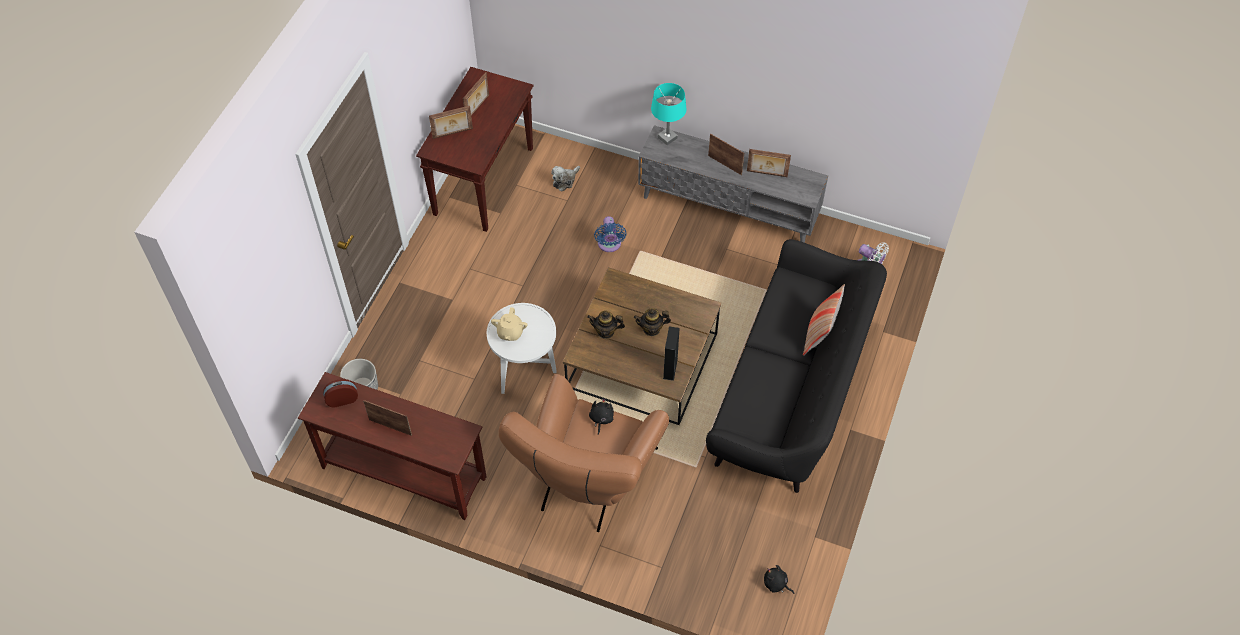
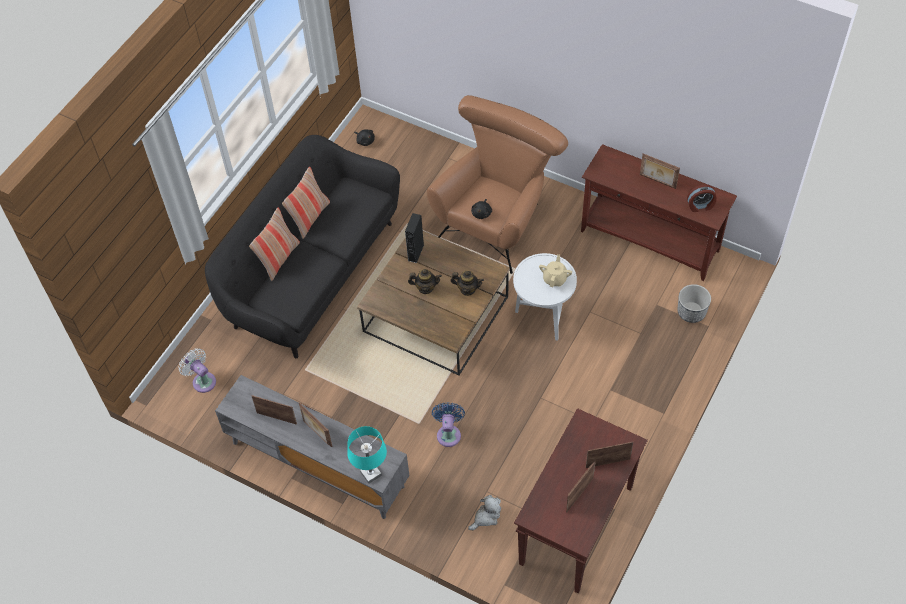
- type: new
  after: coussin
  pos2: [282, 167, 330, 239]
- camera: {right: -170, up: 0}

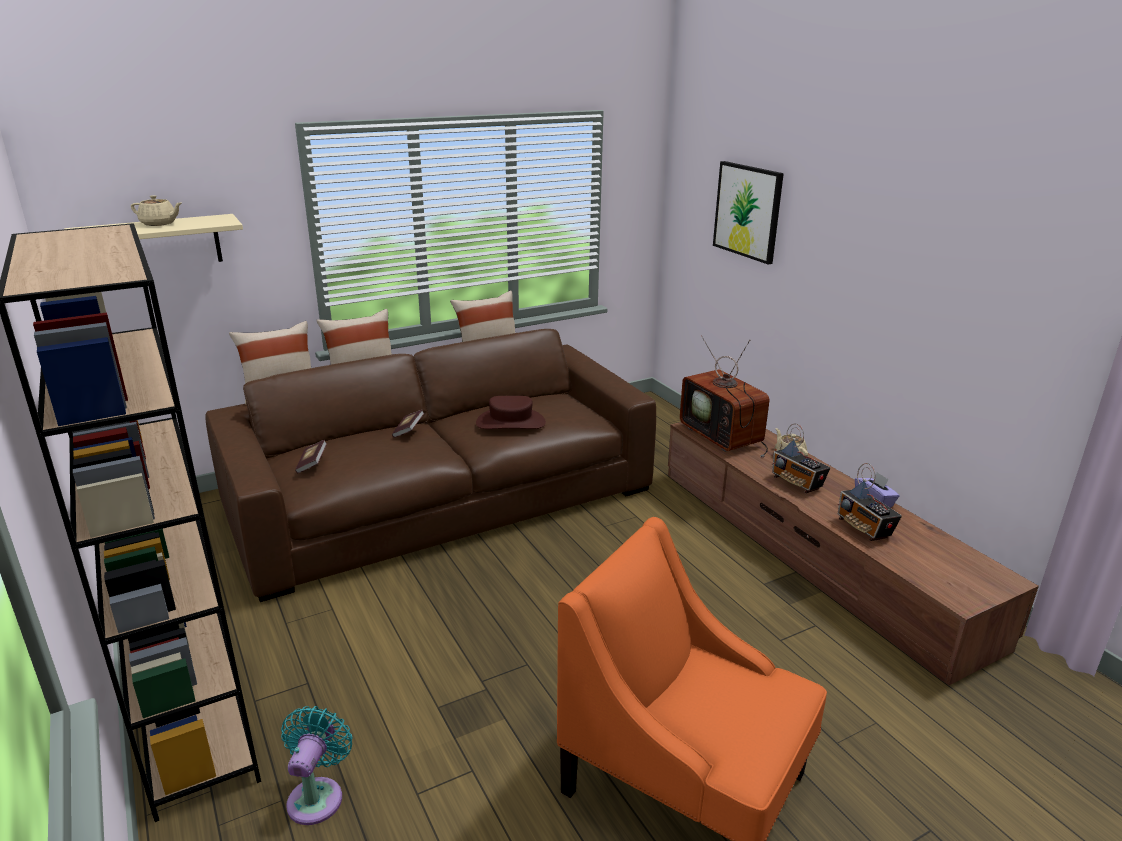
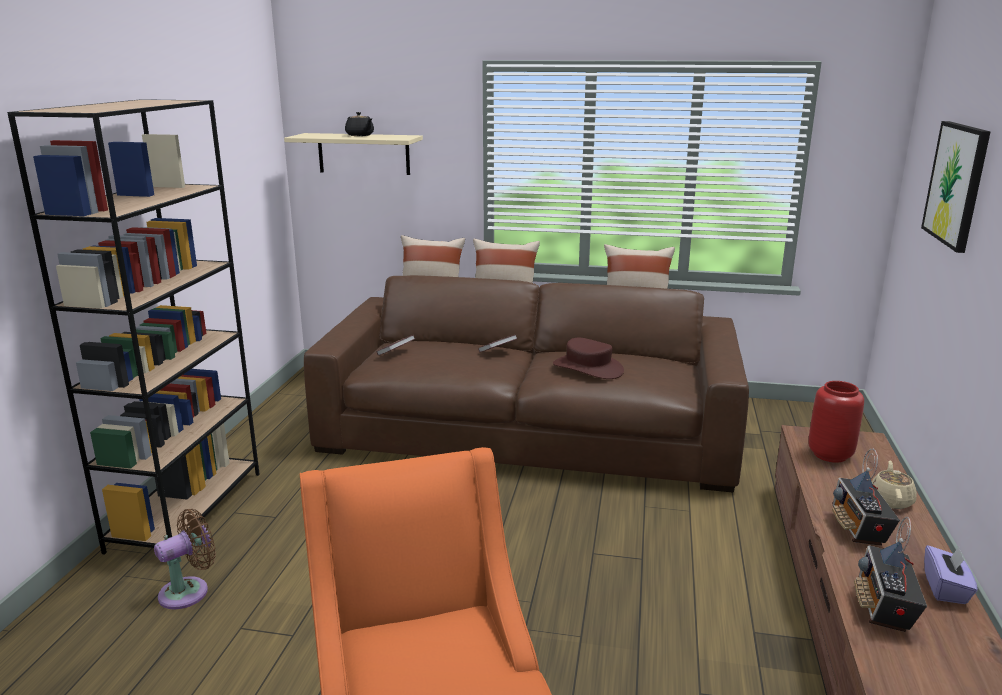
- type: repainted
  before: théière (beige)
  after: théière (noir)
  pos1: [131, 195, 181, 226]
  pos2: [345, 112, 374, 136]
- type: swapped
  before: téléviseur
  after: vase (rouge)
  pos1: [680, 335, 769, 458]
  pos2: [808, 381, 864, 463]
- type: repainted
  before: ventilateur (turquoise)
  after: ventilateur (marron)
  pos1: [281, 706, 352, 825]
  pos2: [154, 509, 216, 609]
- camera: {right: 40, up: -5}

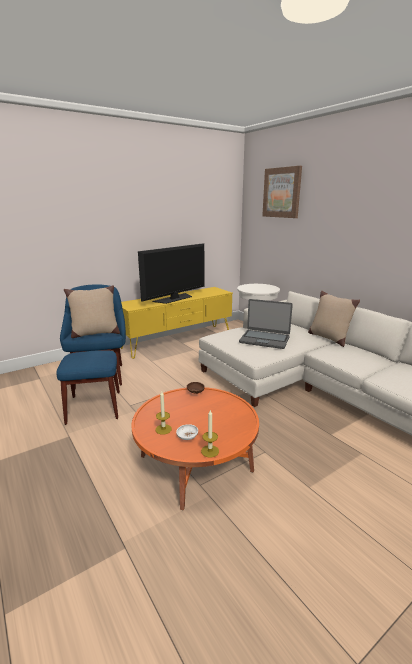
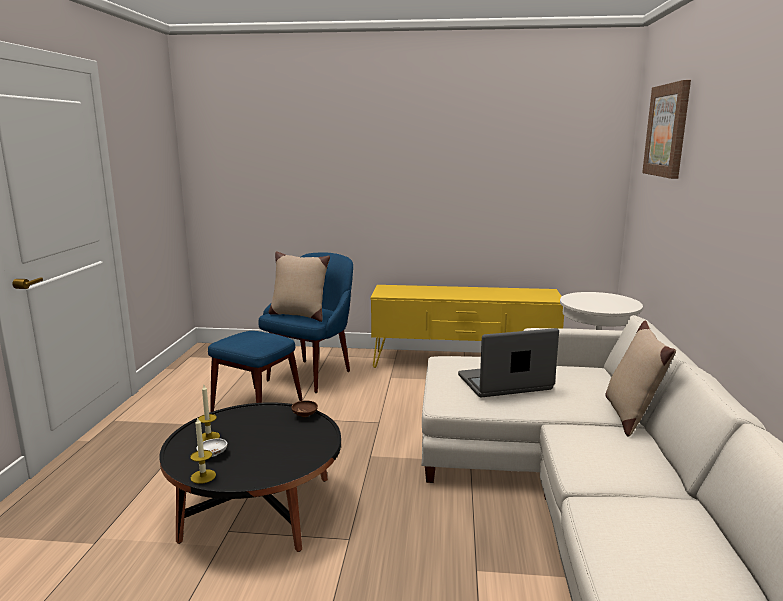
- type: gone
  before: téléviseur
  pos1: [138, 243, 204, 304]
- type: rotated
  before: ordinateur portable
  pos1: [239, 299, 293, 349]
  pos2: [458, 328, 559, 398]
  turn: 105
- type: repainted
  before: table basse (orange)
  after: table basse (noir)
  pos1: [131, 387, 259, 510]
  pos2: [159, 402, 341, 552]
- camera: {right: 40, up: -5}

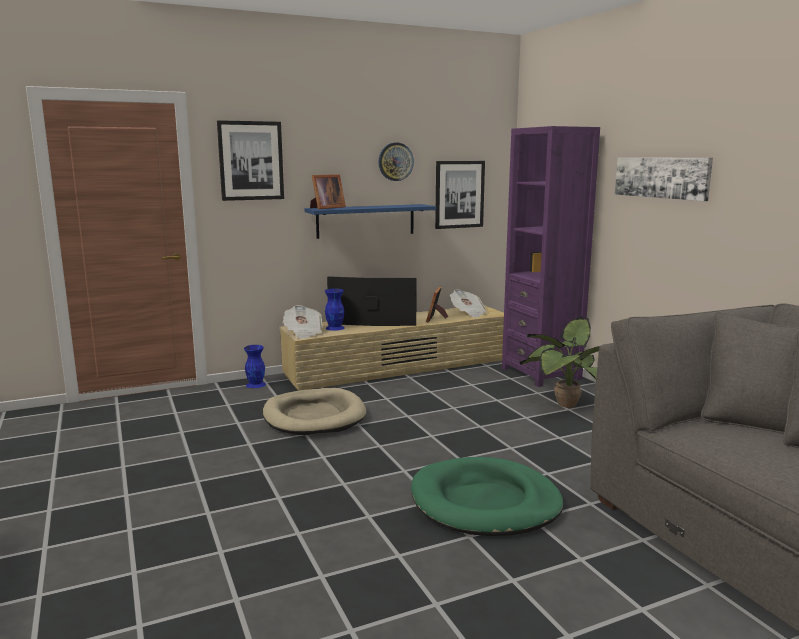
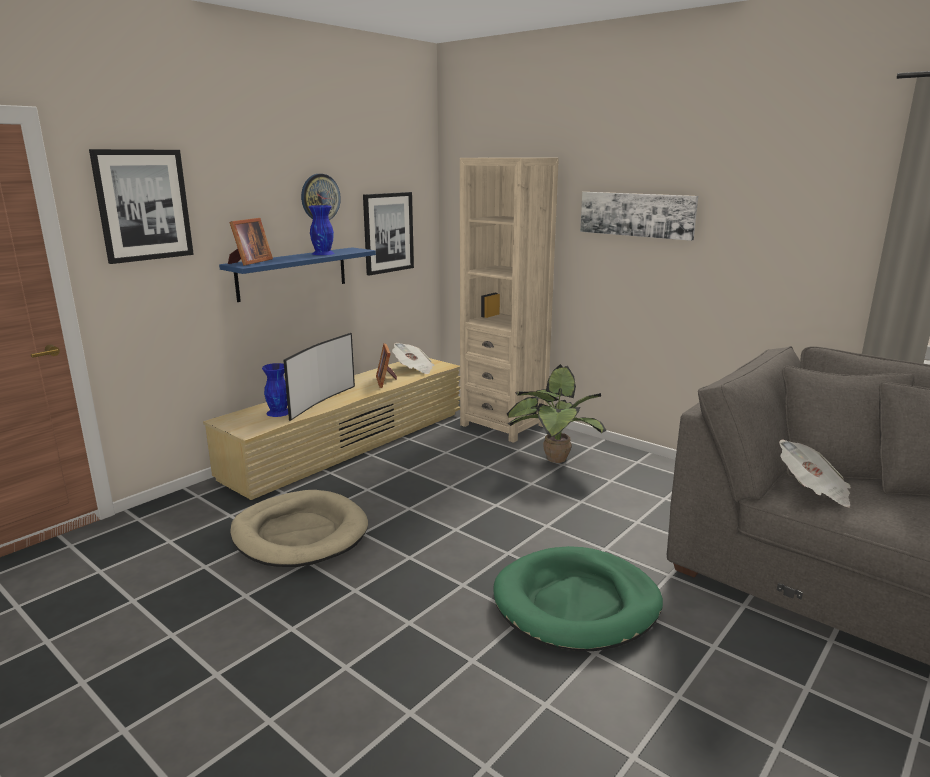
- type: repainted
  before: bibliothèque (violet)
  after: bibliothèque (beige)
  pos1: [502, 126, 600, 387]
  pos2: [460, 158, 559, 443]
- type: rotated
  before: téléviseur
  pos1: [327, 276, 417, 326]
  pos2: [283, 333, 355, 421]
  turn: 135
- type: shifted
  before: journal
  pos1: [282, 305, 323, 339]
  pos2: [779, 440, 851, 507]
- type: shifted
  before: vase (bleu)
  pos1: [244, 345, 266, 388]
  pos2: [308, 205, 335, 255]
- camera: {right: -25, up: 5}

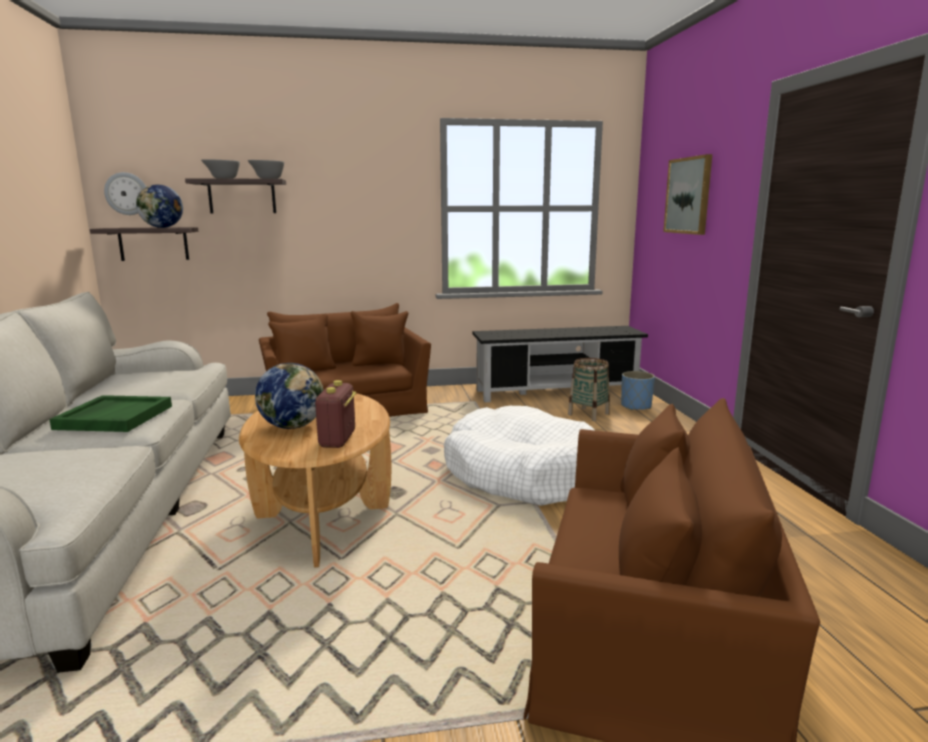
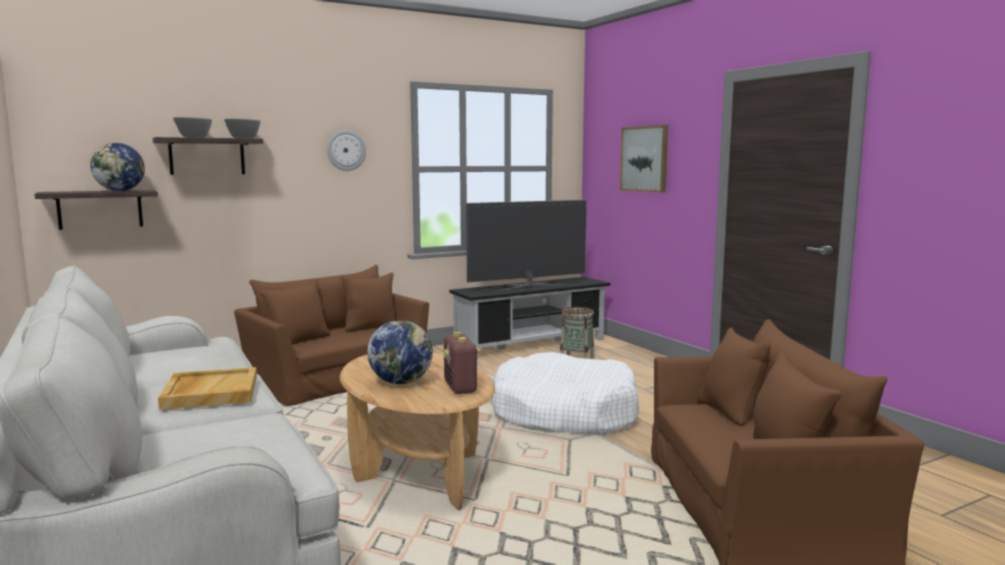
- type: shifted
  before: horloge murale
  pos1: [104, 172, 146, 215]
  pos2: [327, 130, 366, 171]
- type: gone
  before: cache-pot (bleu)
  pos1: [621, 371, 655, 410]
- type: repainted
  before: plateau (vert)
  after: plateau (beige)
  pos1: [49, 395, 172, 432]
  pos2: [158, 367, 257, 410]
- type: new
  after: téléviseur
  pos2: [466, 200, 587, 292]
- camera: {right: -20, up: -5}

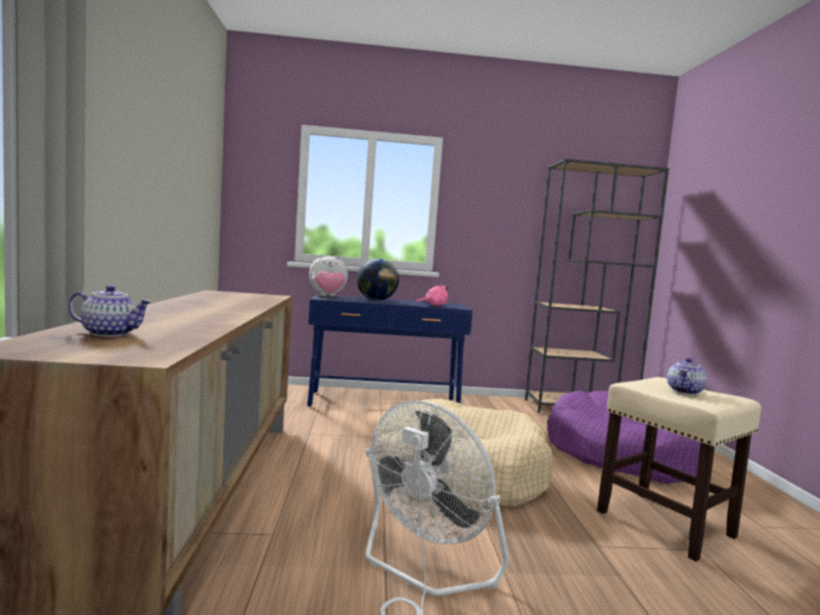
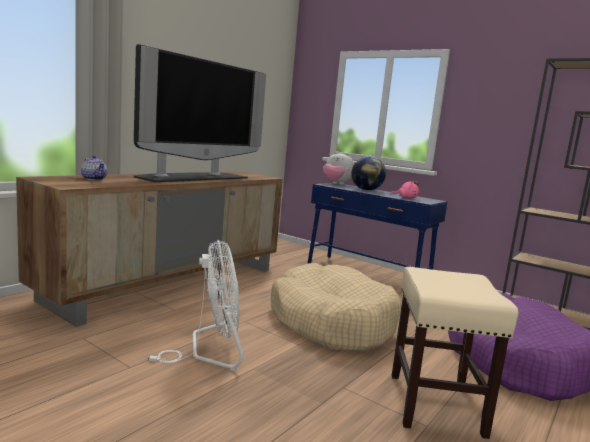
- type: gone
  before: théière
  pos1: [667, 358, 707, 395]
- type: new
  after: téléviseur
  pos2: [133, 44, 266, 182]
- camera: {right: 40, up: 5}

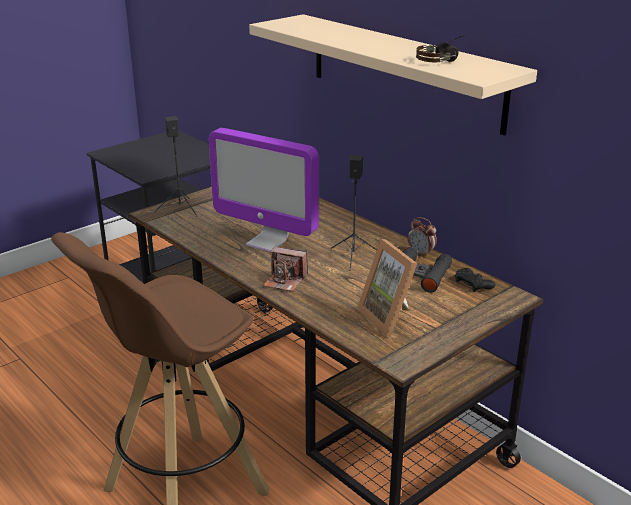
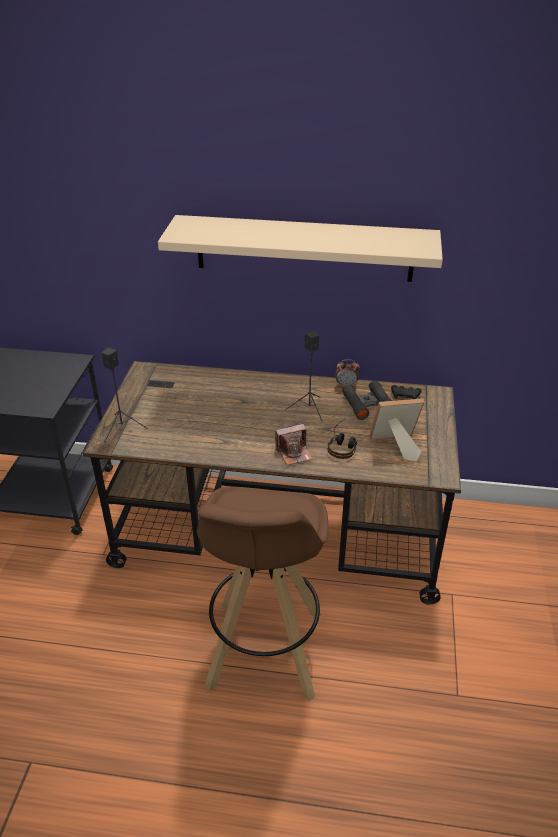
- type: shifted
  before: casque audio
  pos1: [416, 35, 465, 62]
  pos2: [328, 419, 358, 459]
- type: gone
  before: écran d'ordinateur
  pos1: [209, 128, 319, 252]
- type: rotated
  before: cadre photo
  pos1: [357, 239, 417, 336]
  pos2: [369, 398, 424, 462]
  turn: 150
- camera: {right: -40, up: 10}

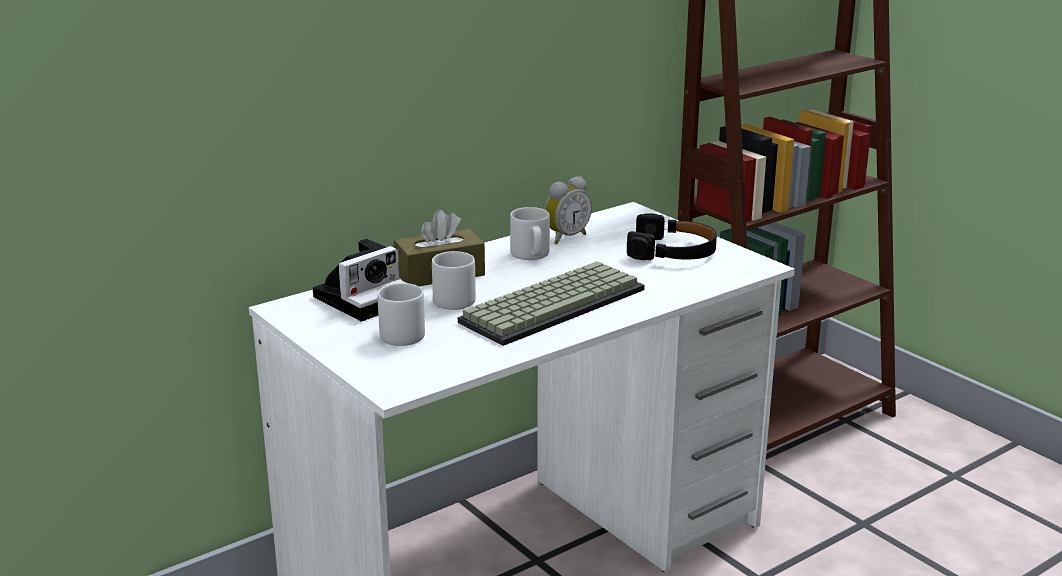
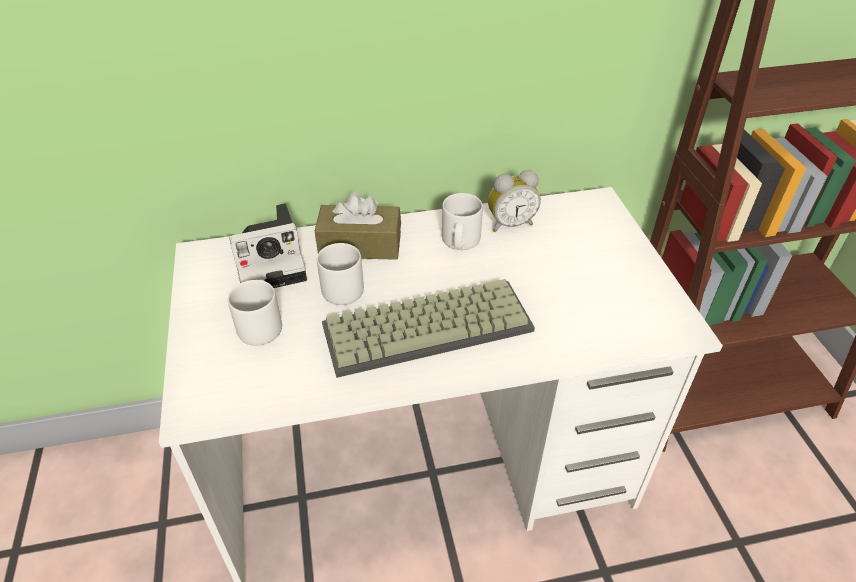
- type: gone
  before: casque audio (noir)
  pos1: [627, 213, 717, 260]
- camera: {right: 25, up: 20}

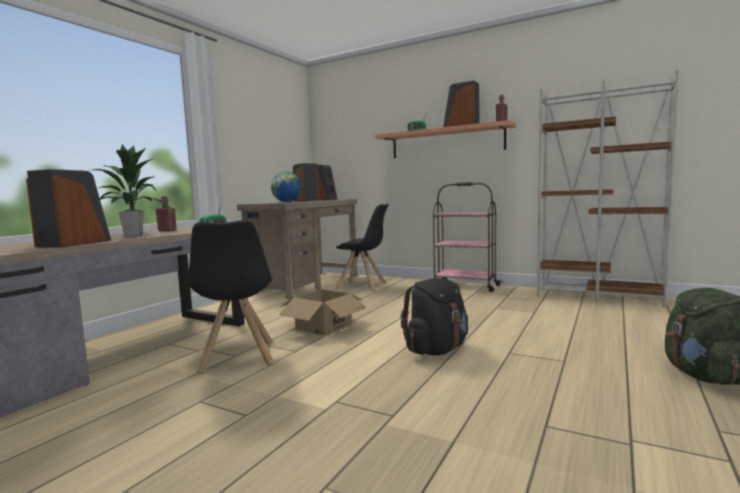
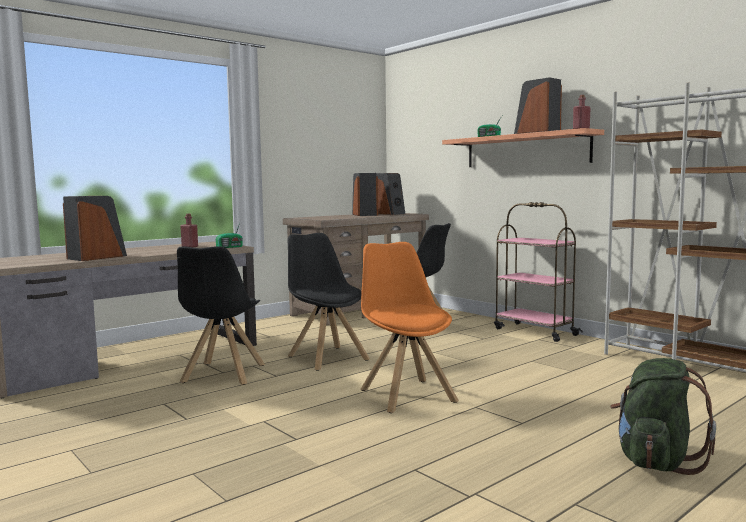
- type: gone
  before: plante en pot
  pos1: [94, 144, 173, 236]
- type: gone
  before: globe
  pos1: [271, 171, 302, 203]
- type: swapped
  before: sac à dos (noir)
  after: chaise (orange)
  pos1: [401, 278, 468, 355]
  pos2: [360, 242, 459, 413]
- type: swapped
  before: carton
  after: chaise (noir)
  pos1: [279, 289, 367, 336]
  pos2: [287, 233, 370, 371]
- camera: {right: 20, up: 0}

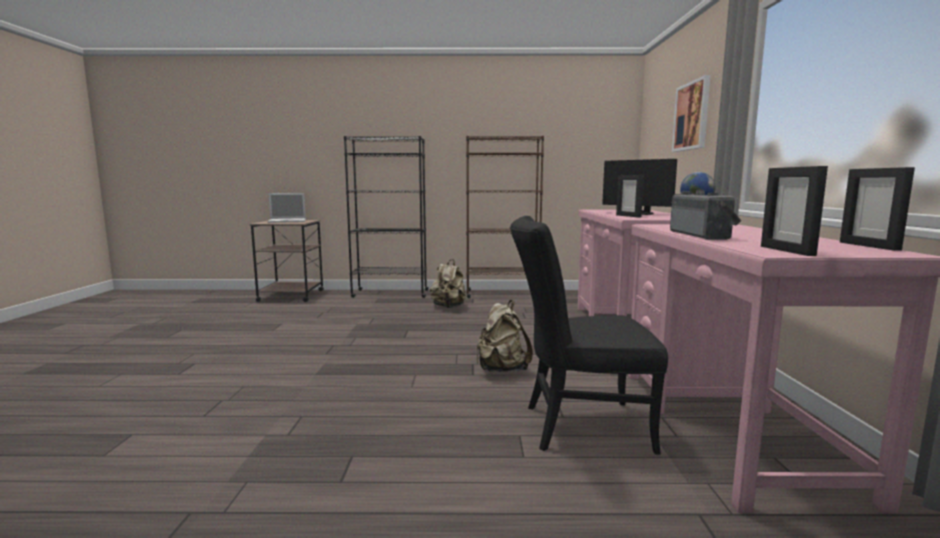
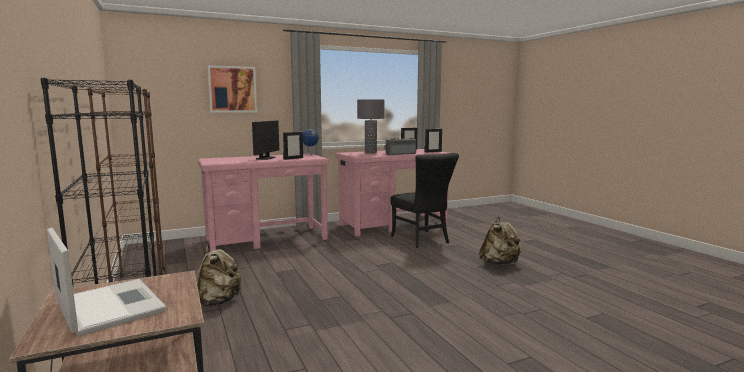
- type: shifted
  before: sac à dos (beige)
  pos1: [477, 300, 533, 372]
  pos2: [479, 217, 522, 265]
- type: new
  after: lampe de table (gris)
  pos2: [357, 99, 384, 154]
- camera: {right: -115, up: 0}

